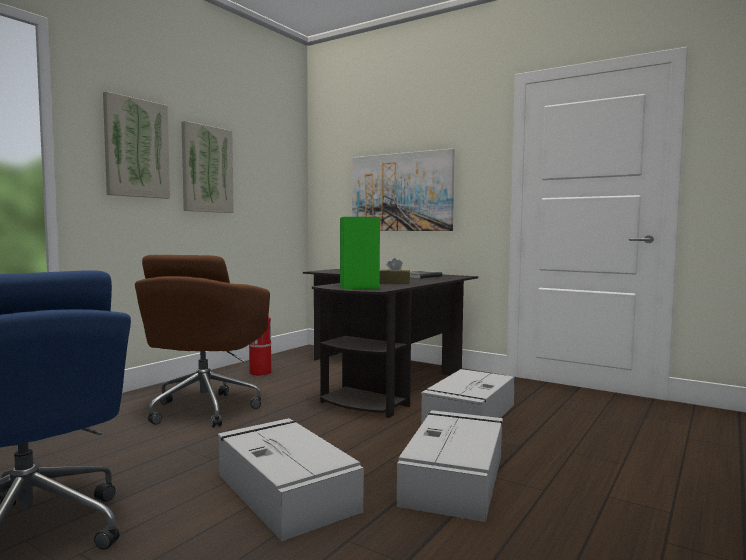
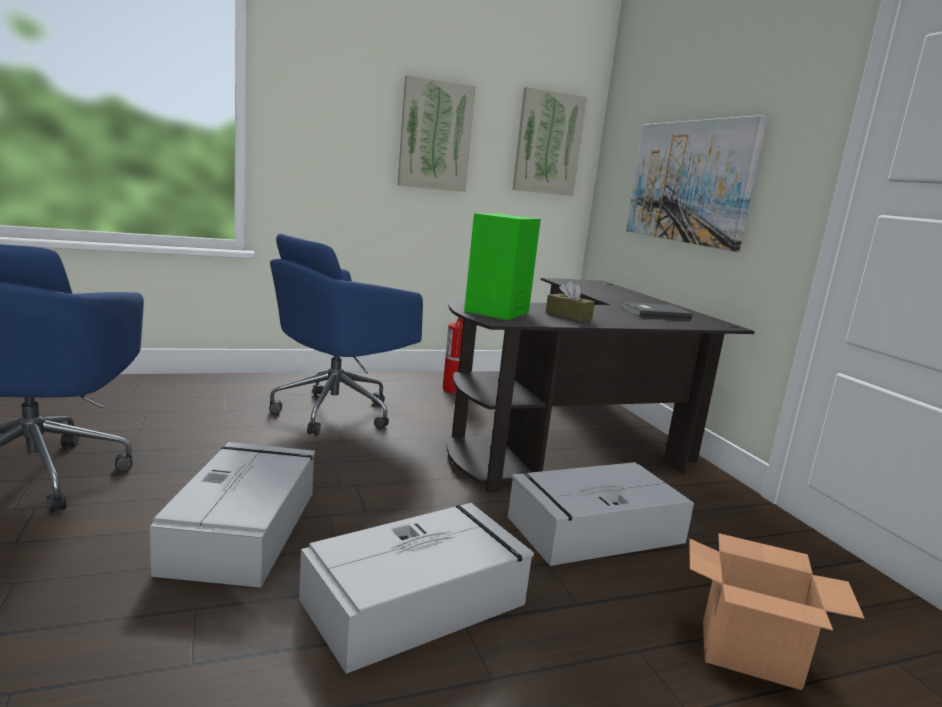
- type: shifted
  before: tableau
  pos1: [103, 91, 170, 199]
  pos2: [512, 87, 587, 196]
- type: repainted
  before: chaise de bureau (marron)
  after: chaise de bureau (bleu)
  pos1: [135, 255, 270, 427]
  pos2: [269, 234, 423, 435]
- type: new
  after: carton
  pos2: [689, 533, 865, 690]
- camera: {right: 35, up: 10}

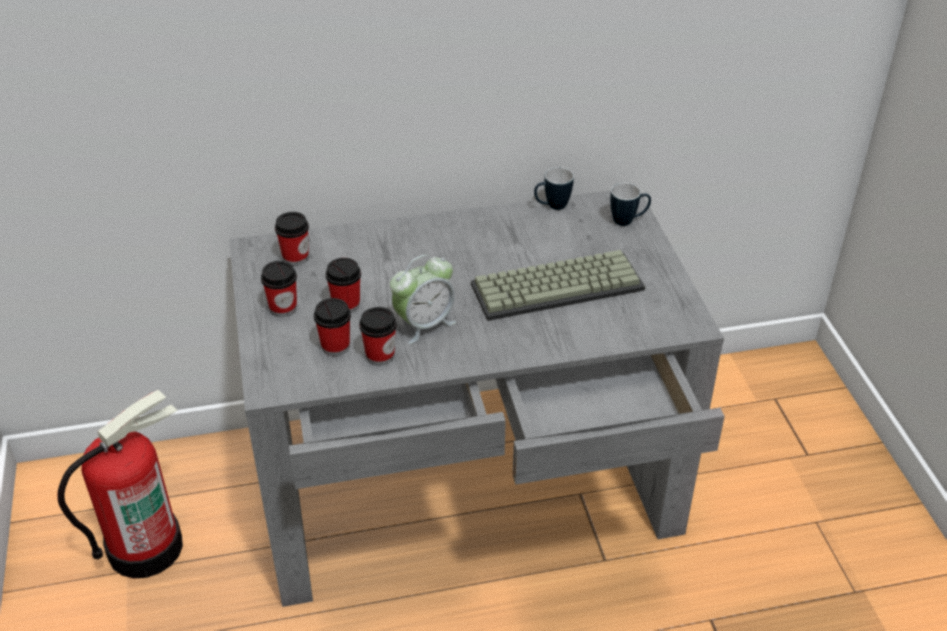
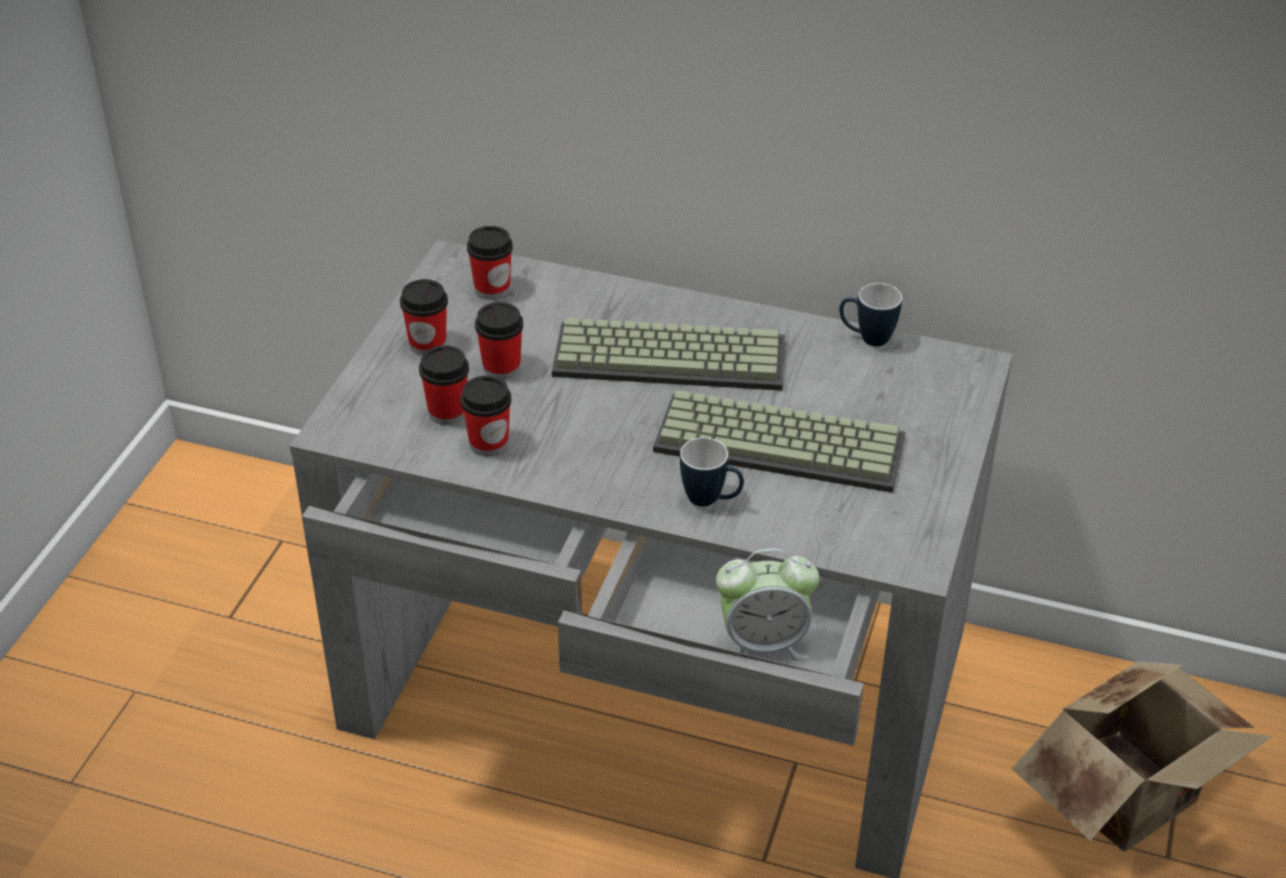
- type: shifted
  before: mug
  pos1: [610, 183, 651, 226]
  pos2: [680, 437, 744, 507]
- type: shifted
  before: réveil
  pos1: [390, 255, 456, 344]
  pos2: [716, 549, 819, 660]
- type: gone
  before: extincteur
  pos1: [57, 390, 183, 578]
- type: new
  after: clavier
  pos2: [552, 318, 785, 391]
- type: new
  after: carton
  pos2: [1012, 662, 1273, 852]
- camera: {right: 30, up: 0}

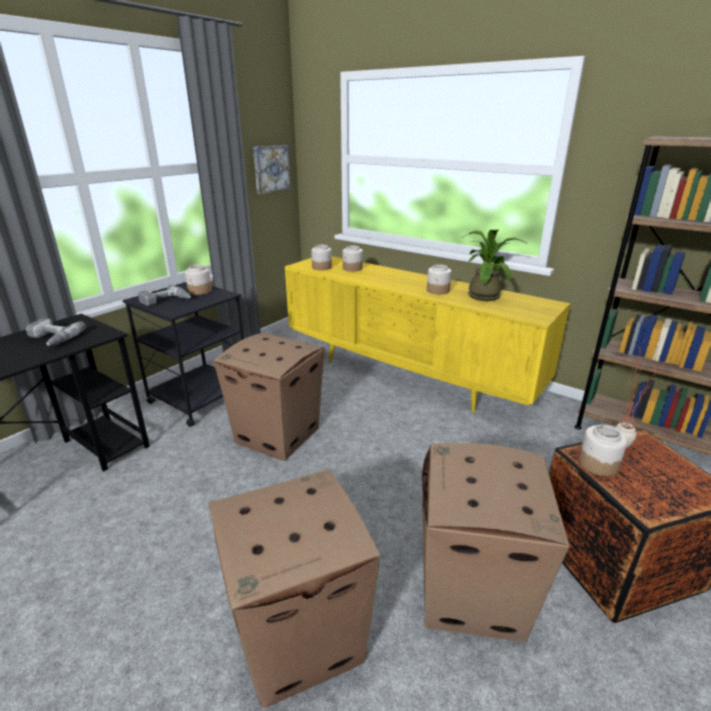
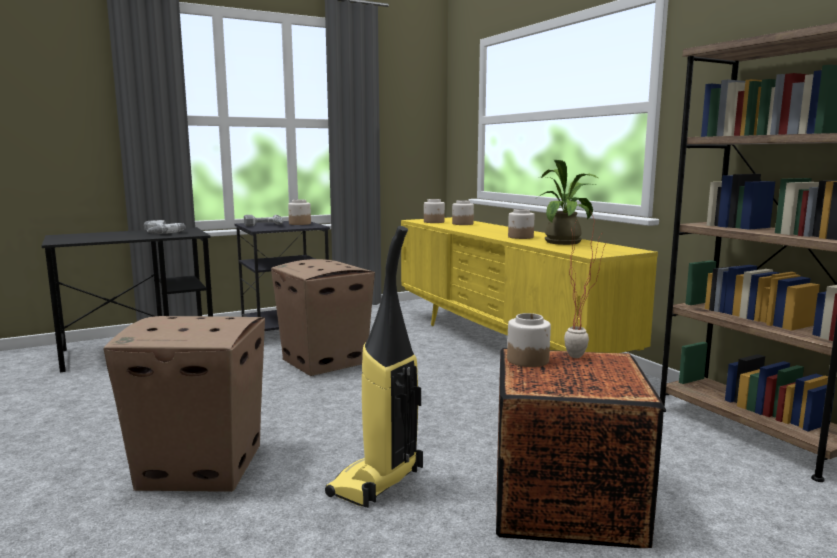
- type: gone
  before: tableau
  pos1: [253, 145, 291, 194]
- type: swapped
  before: carton
  after: aspirateur
  pos1: [422, 443, 570, 643]
  pos2: [325, 226, 423, 508]
- camera: {right: 25, up: -15}

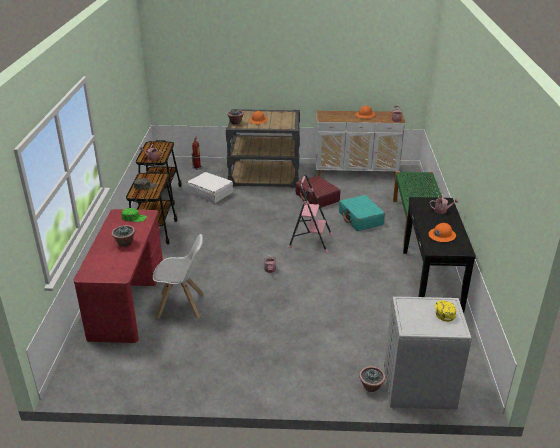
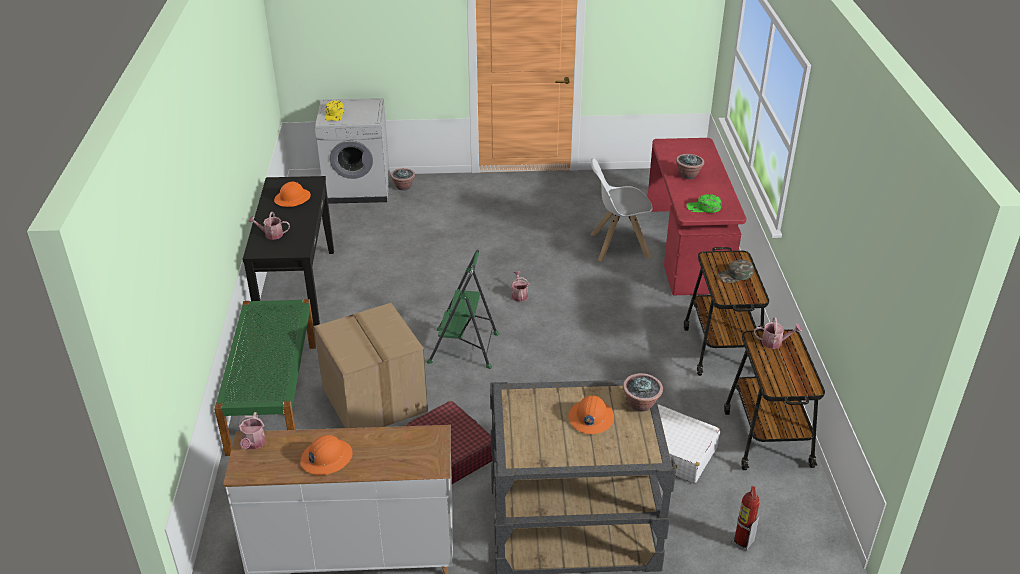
- type: repainted
  before: escabeau (rose)
  after: escabeau (vert)
  pos1: [287, 175, 333, 253]
  pos2: [427, 250, 499, 369]
- type: swapped
  before: valise (turquoise)
  after: carton
  pos1: [339, 195, 385, 231]
  pos2: [314, 303, 428, 428]
- camera: {right: 175, up: 5}

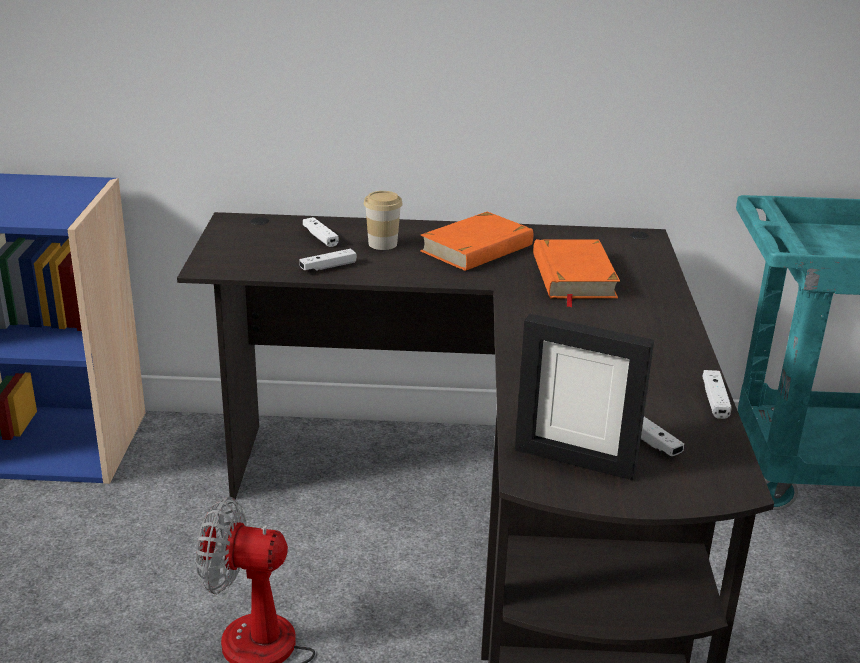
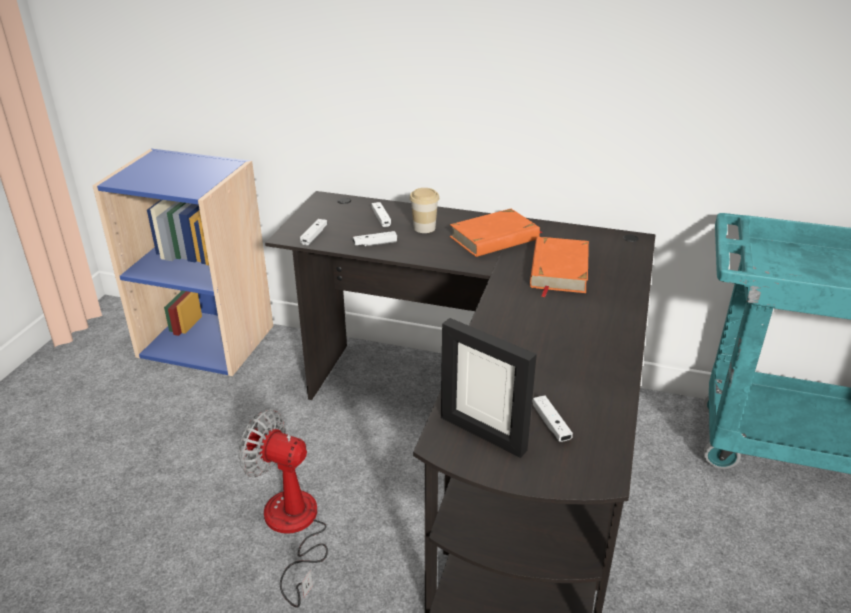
- type: shifted
  before: manette (blanc)
  pos1: [702, 370, 732, 419]
  pos2: [300, 219, 327, 246]
- camera: {right: 15, up: 5}

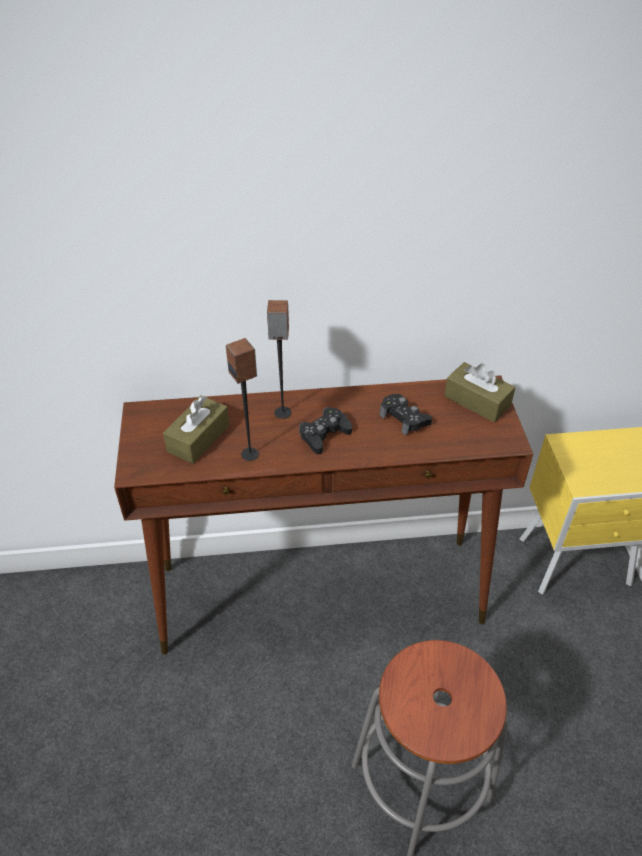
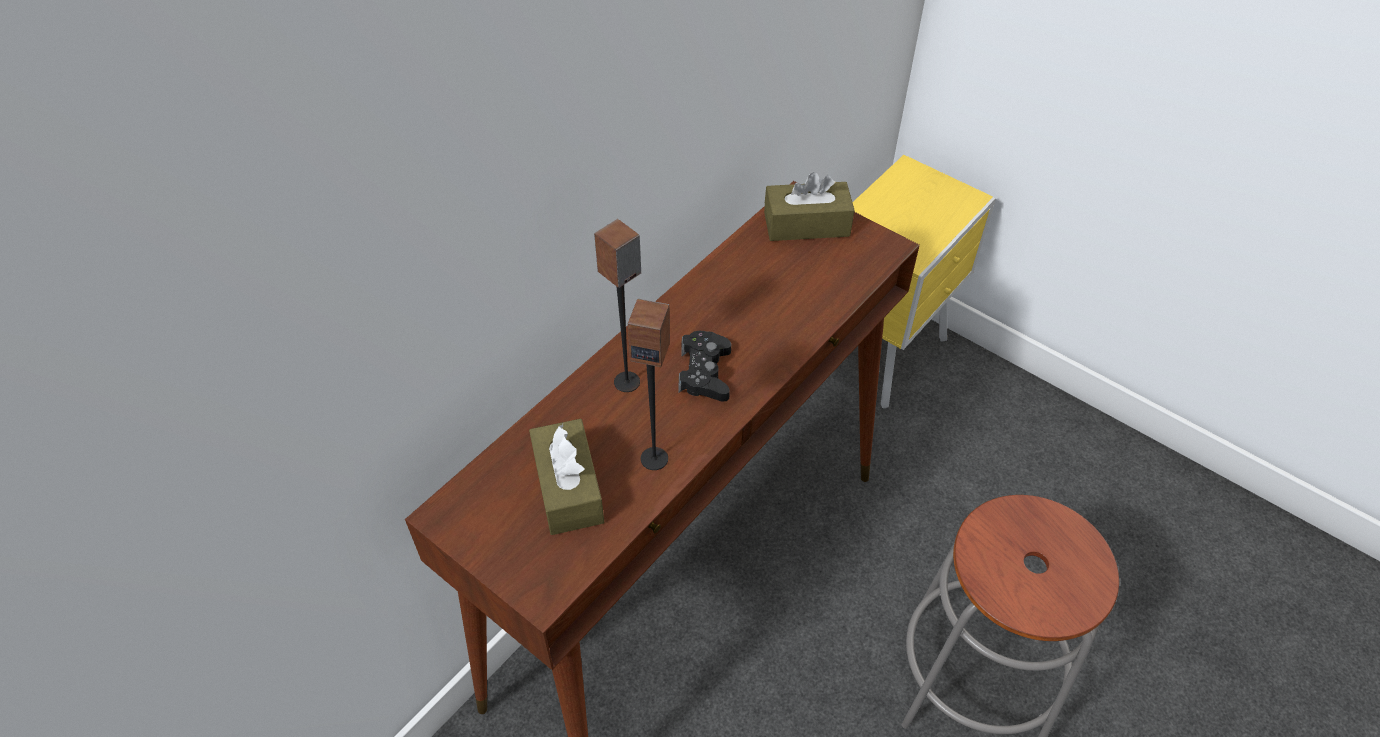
- type: gone
  before: manette (noir)
  pos1: [379, 394, 432, 435]
- camera: {right: -45, up: 5}

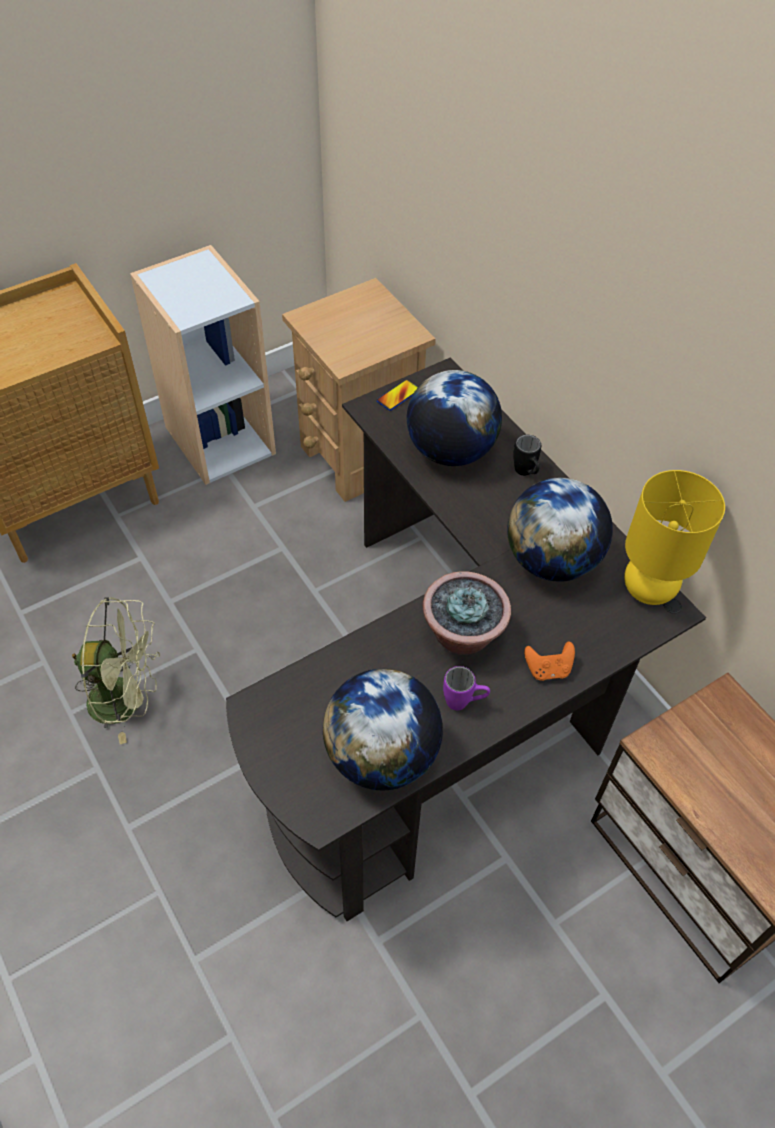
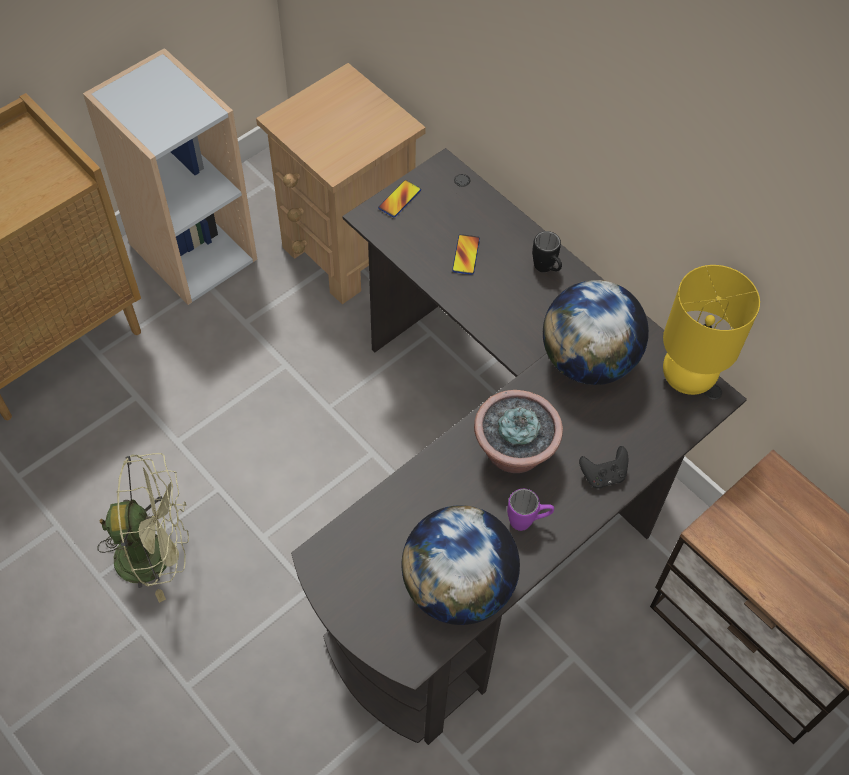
- type: swapped
  before: globe
  after: téléphone
  pos1: [407, 370, 502, 466]
  pos2: [452, 234, 480, 275]
- type: repainted
  before: manette (orange)
  after: manette (noir)
  pos1: [524, 641, 575, 681]
  pos2: [579, 446, 628, 488]
- camera: {right: -10, up: 5}

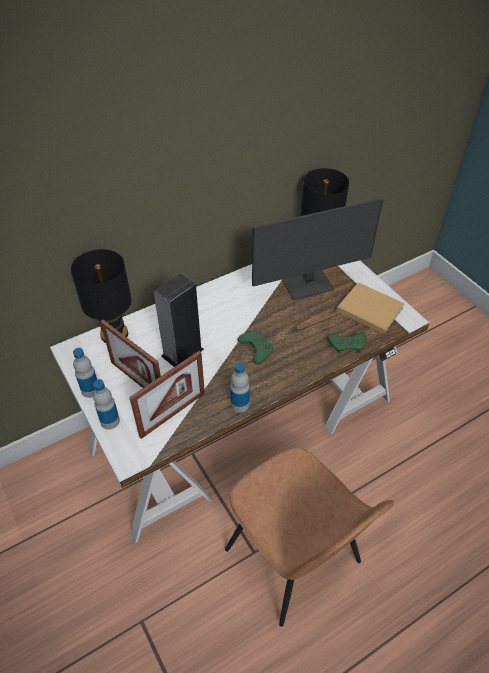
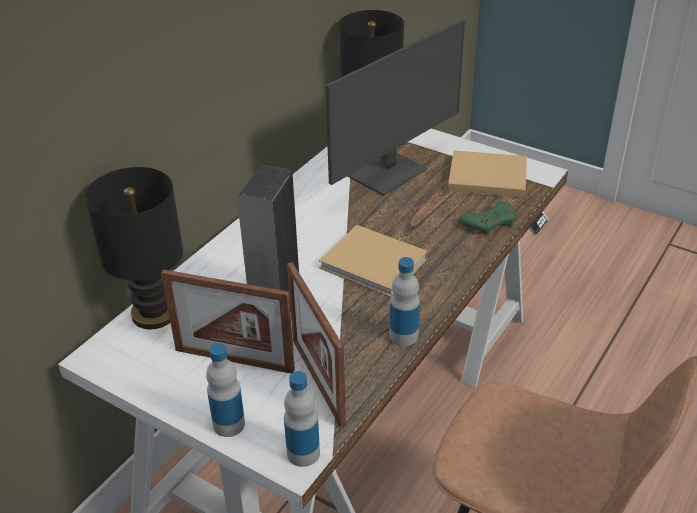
- type: swapped
  before: manette (vert)
  after: livre (beige)
  pos1: [238, 331, 273, 365]
  pos2: [319, 225, 428, 297]
- type: shifted
  before: bouteille
  pos1: [73, 348, 97, 398]
  pos2: [284, 371, 320, 467]
- type: rotated
  before: cadre photo
  pos1: [129, 351, 205, 439]
  pos2: [287, 262, 346, 428]
  turn: 135
- camera: {right: -25, up: -10}

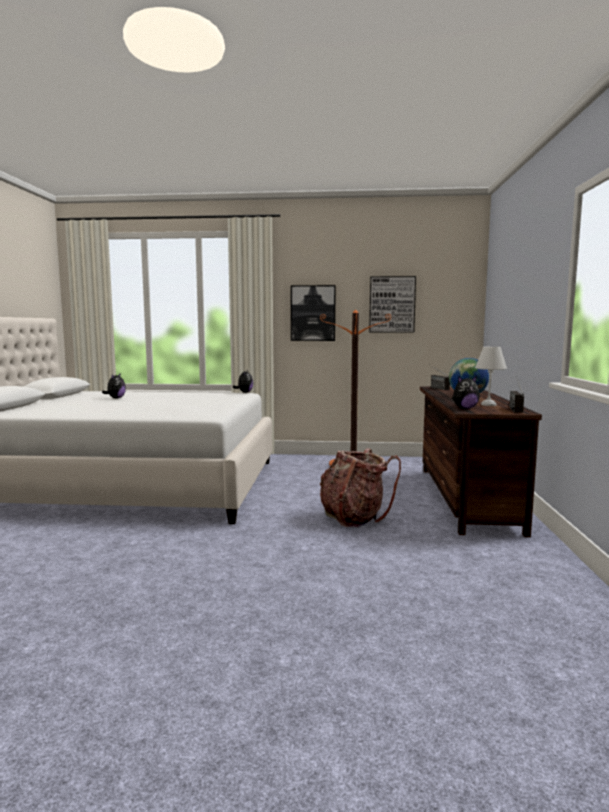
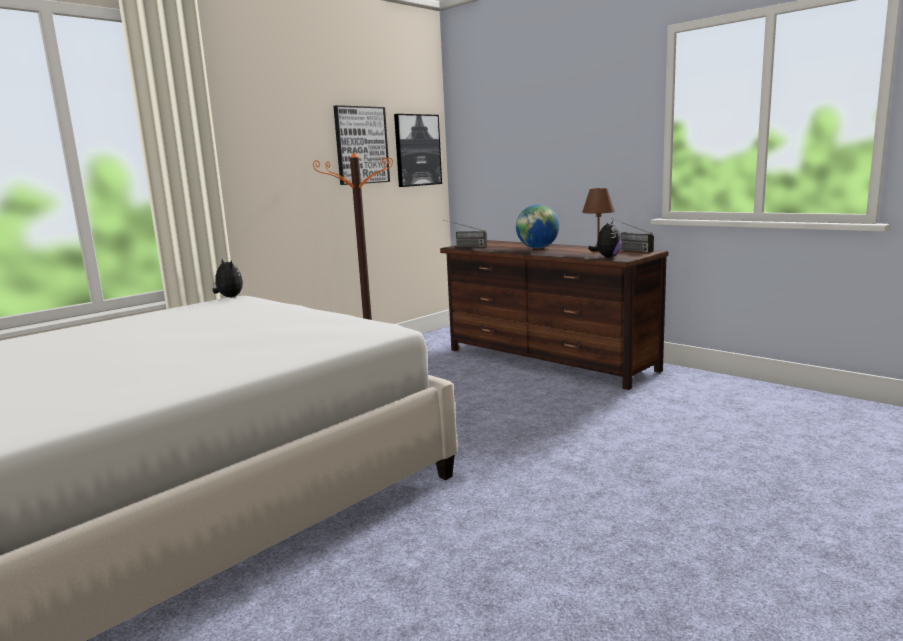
- type: shifted
  before: tableau
  pos1: [291, 285, 336, 341]
  pos2: [394, 114, 442, 187]
- type: repainted
  before: lampe de table (blanc)
  after: lampe de table (marron)
  pos1: [475, 347, 507, 406]
  pos2: [582, 188, 615, 253]
- type: gone
  before: peluche
  pos1: [102, 373, 126, 398]
- type: gone
  before: sac à dos
  pos1: [320, 448, 401, 527]
- camera: {right: -50, up: 5}

